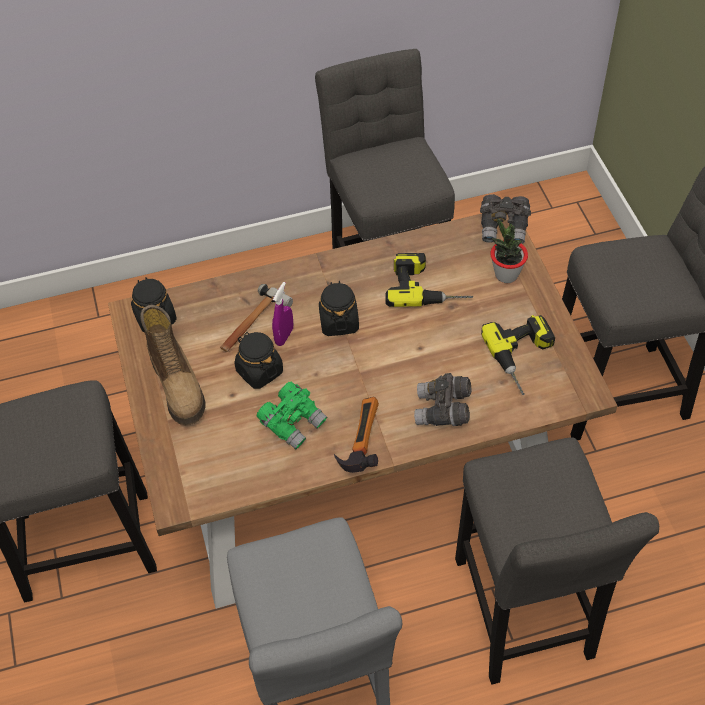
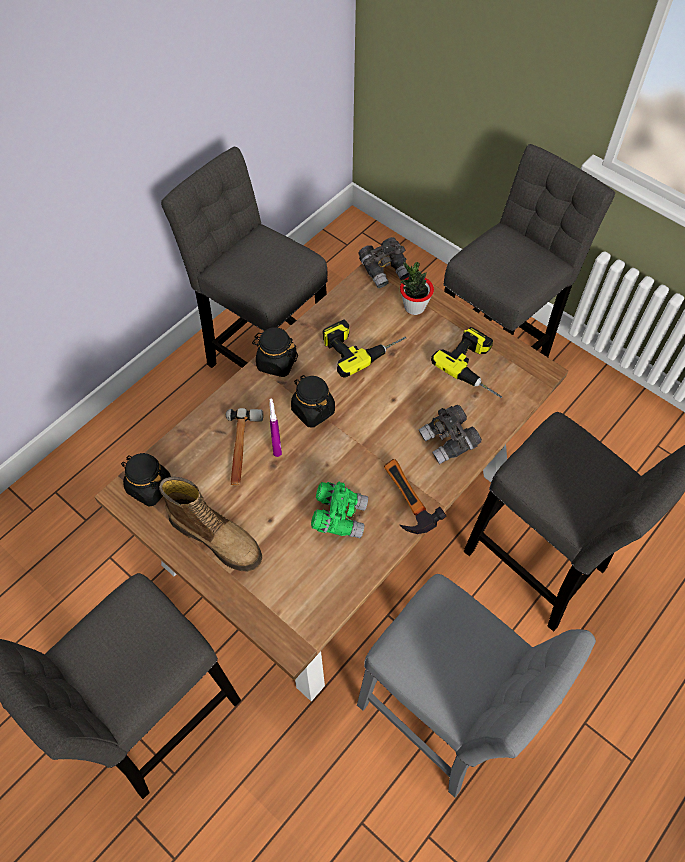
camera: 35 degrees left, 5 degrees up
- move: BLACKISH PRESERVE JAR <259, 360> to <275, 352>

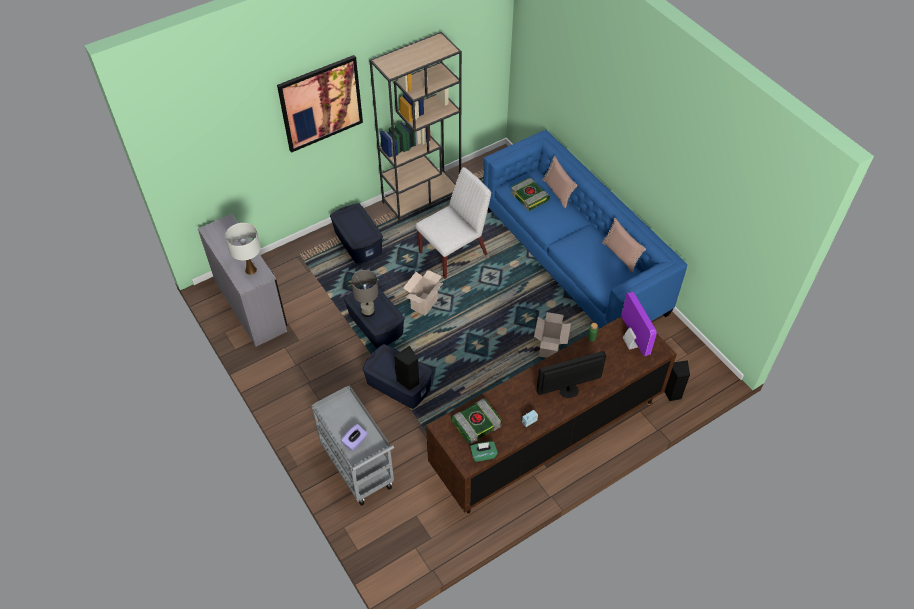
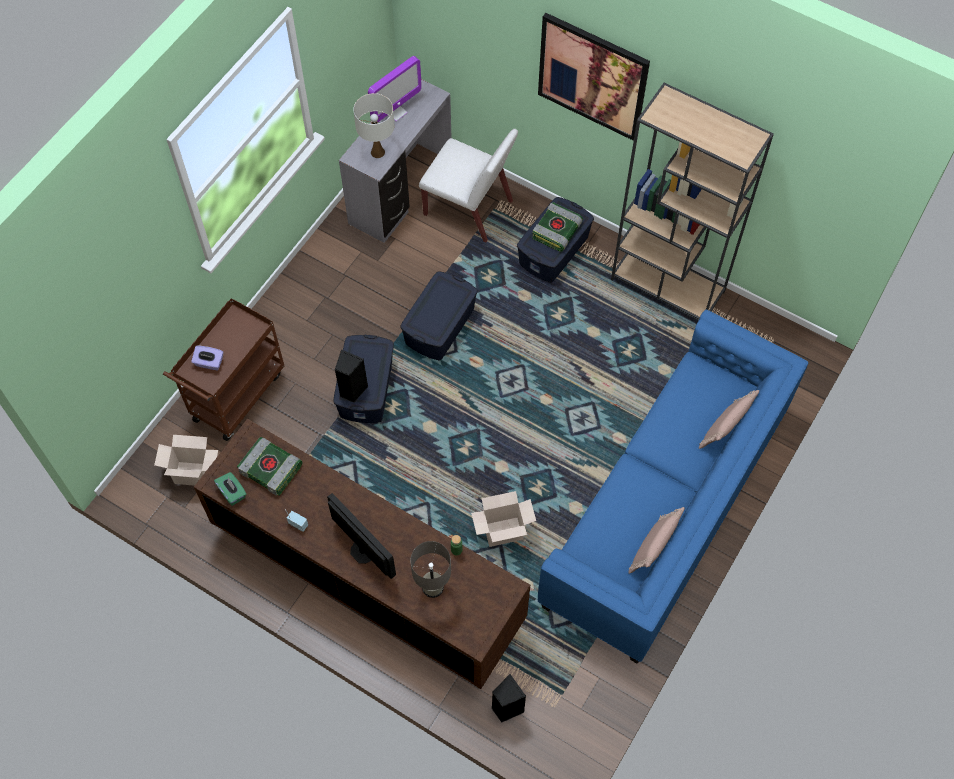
camera: 65 degrees right, 10 degrees up
- move: GREYISH TABLE LAMP <364, 293> to <431, 569>
- move: CARDBOARD BOX <423, 293> to <186, 460>
- move: WHITE-COLOURED CHAIR <453, 223> to <468, 185>
- move: BOUND BOOK <530, 194> to <557, 227>
- move: MONITOR <639, 323> to <395, 89>
- recolor: GREYISH CART <352, 446> to BROWN CART <223, 369>

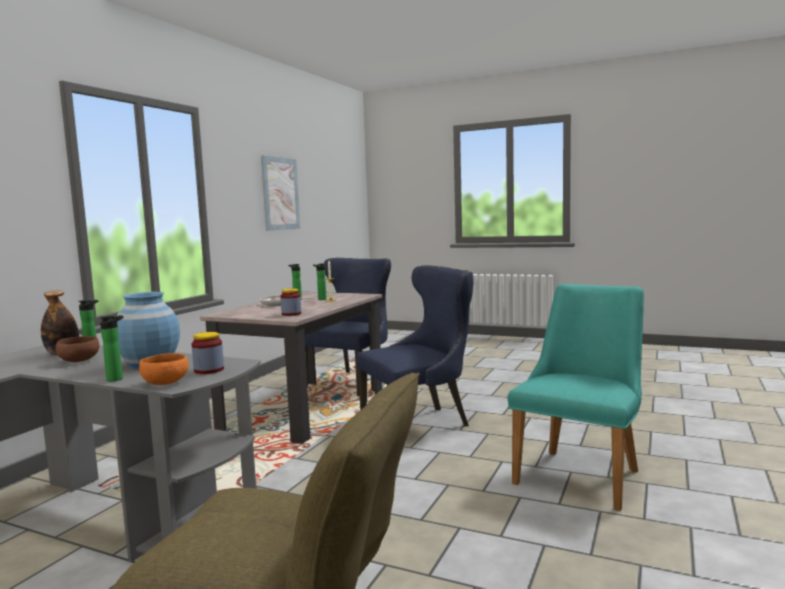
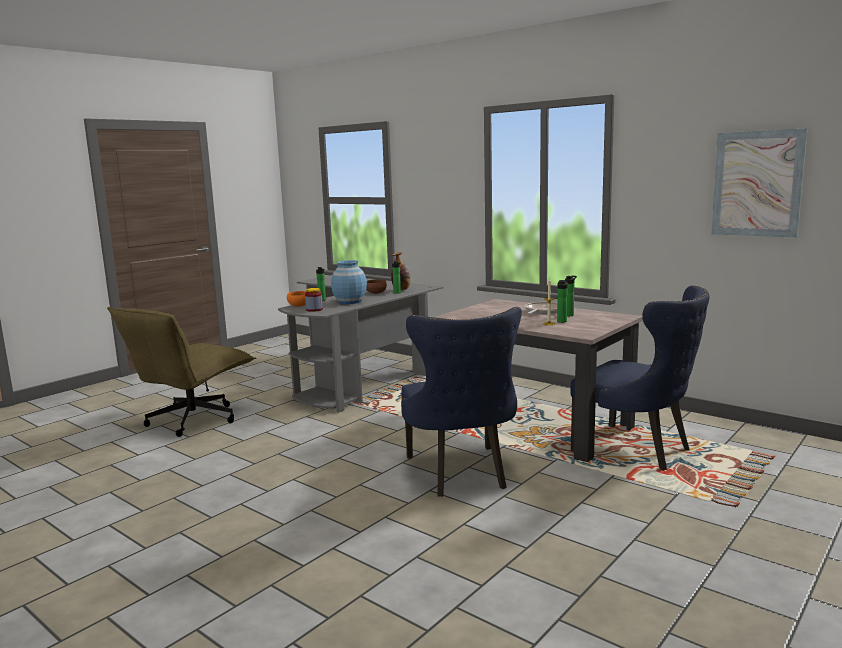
camera: 105 degrees right, 5 degrees up
- delete: PRESERVE JAR <291, 302>
- delete: BLUE-GREEN CHAIR <576, 397>

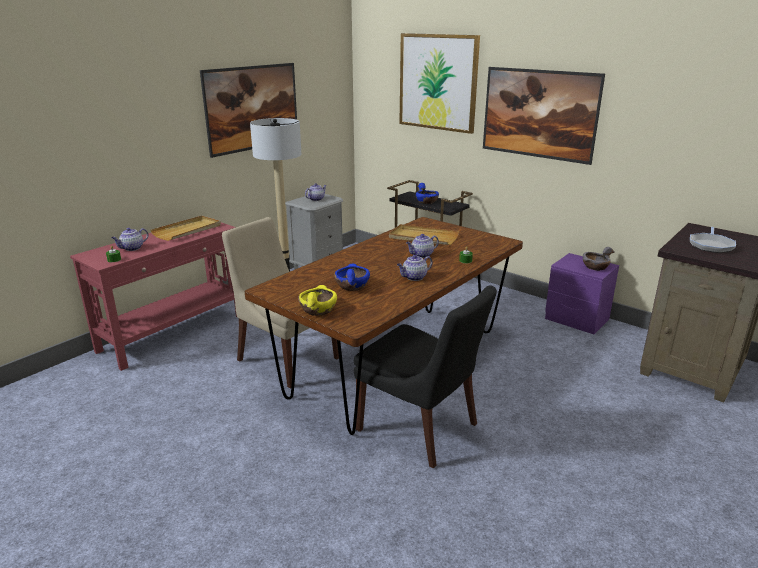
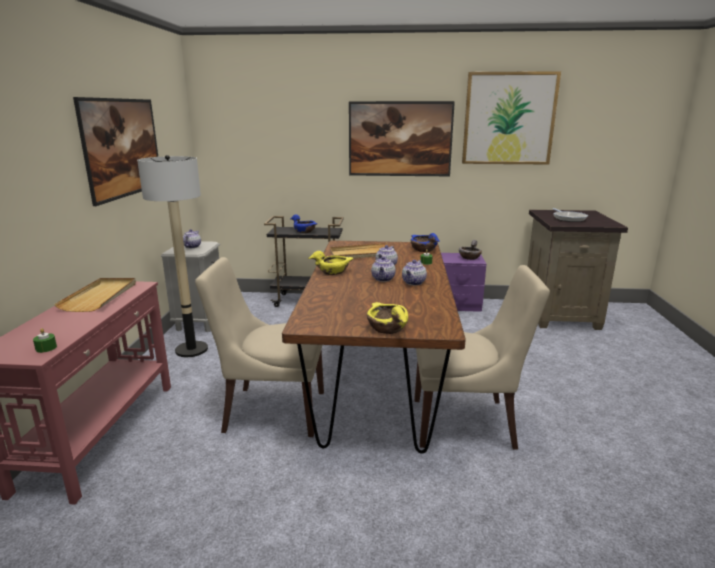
camera: 35 degrees left, 5 degrees down
- insert: YELLOW DEEP DISH <330, 263>
- move: TEAPOT <130, 239> to <383, 269>
- move: BLUE-COLOURED DEEP DISH <352, 277> to <425, 242>
- move: PICTURE <439, 83> to <511, 118>
- recolor: BLACKISH CHAIR <425, 376> to SAND-COLOURED CHAIR <482, 357>

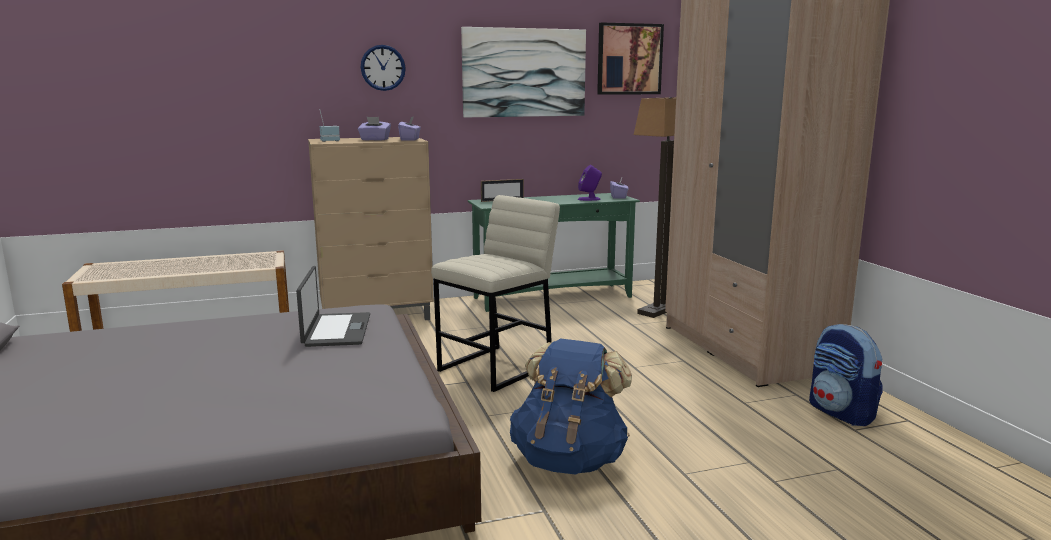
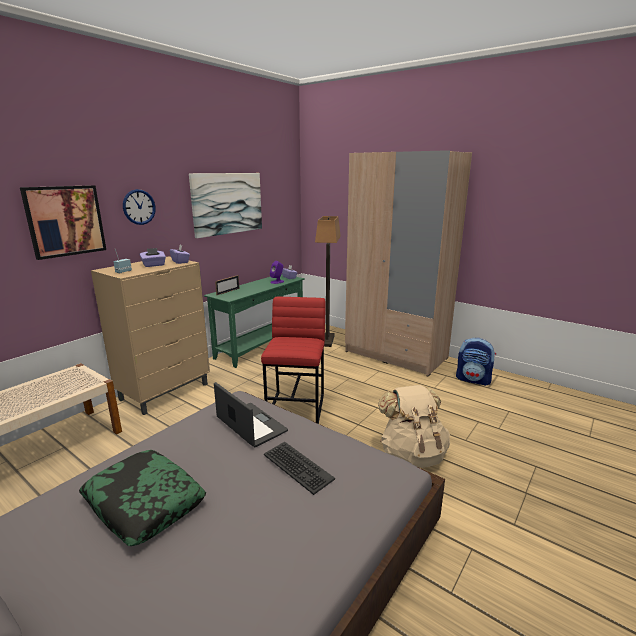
camera: 35 degrees left, 5 degrees up
- insert: PILLOW <142, 498>
- insert: COMPUTER KEYBOARD <299, 468>
- move: PICTURE <630, 58> to <63, 222>
- recolor: SAND-COLOURED CHAIR <495, 293> to REDDISH CHAIR <293, 360>
- recolor: BLUE-COLOURED RUCKSACK <571, 406> to SAND-COLOURED RUCKSACK <414, 426>

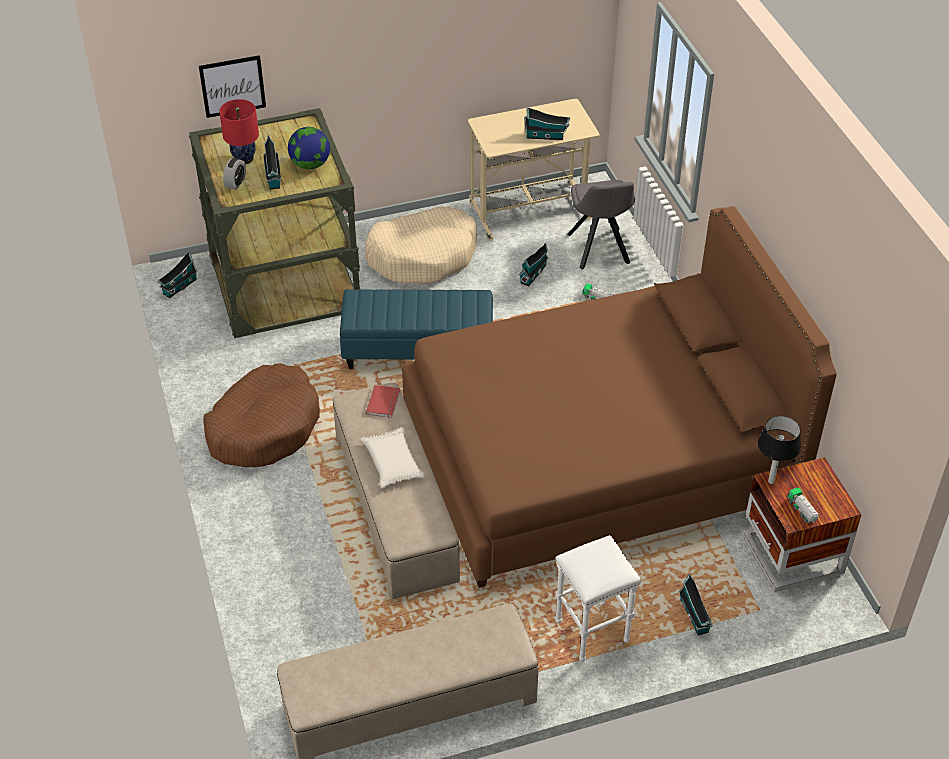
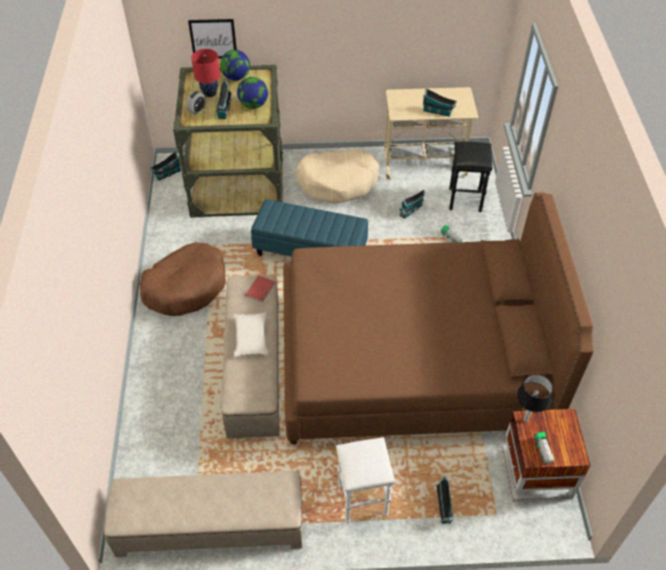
camera: 15 degrees right, 5 degrees up
- insert: GLOBE <235, 65>
- replace: GREYISH CHAIR <601, 225> to BLACKISH STOOL SEAT <470, 176>

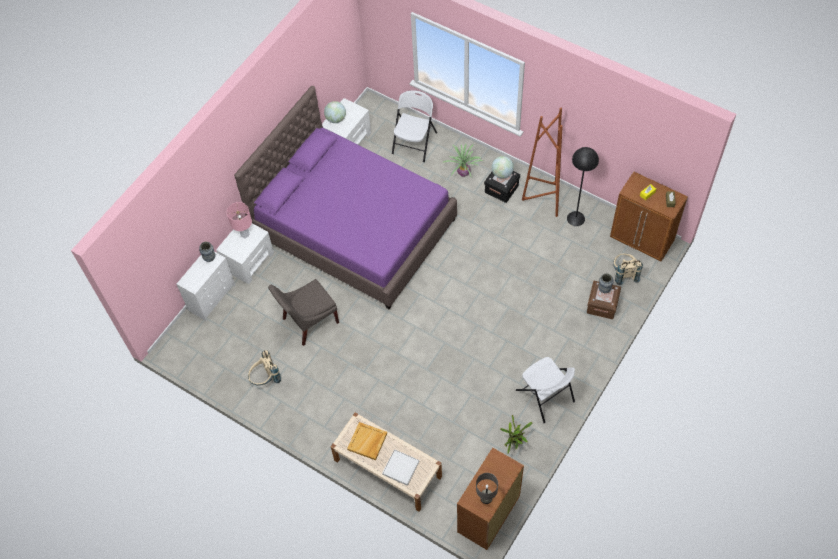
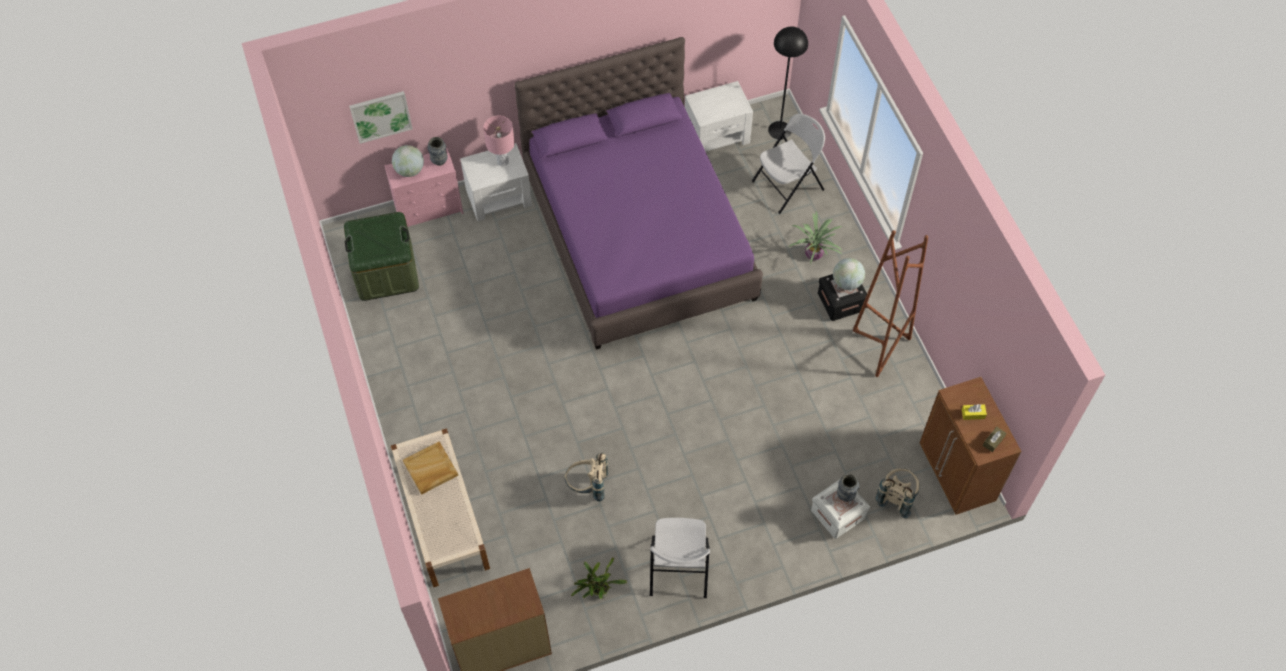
camera: 35 degrees right, 0 degrees up
- delete: GREYISH CHAIR <303, 312>
- delete: WHITE-COLOURED CARRYING TRAY <401, 467>
- delete: GREYISH TABLE LAMP <487, 488>
- insert: GREEN-COLOURED STORAGE CONTAINER <381, 256>
- insert: PICTURE <381, 117>
- move: SAND-COLOURED RUCKSACK <264, 368> to <586, 477>
- move: GLOBE <335, 112> to <408, 161>
- move: BLACKISH STANDING LAMP <583, 186> to <788, 83>
- recolor: WHITE-COLOURED DRAWER CHEST <205, 286> to PINK-COLOURED DRAWER CHEST <423, 187>
- recolor: BROWN STORAGE CONTAINER <604, 300> to WHITE-COLOURED STORAGE CONTAINER <840, 509>

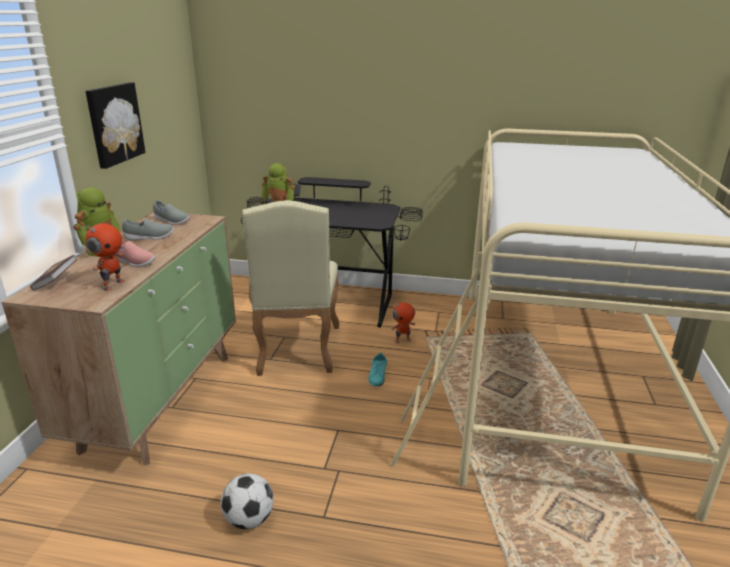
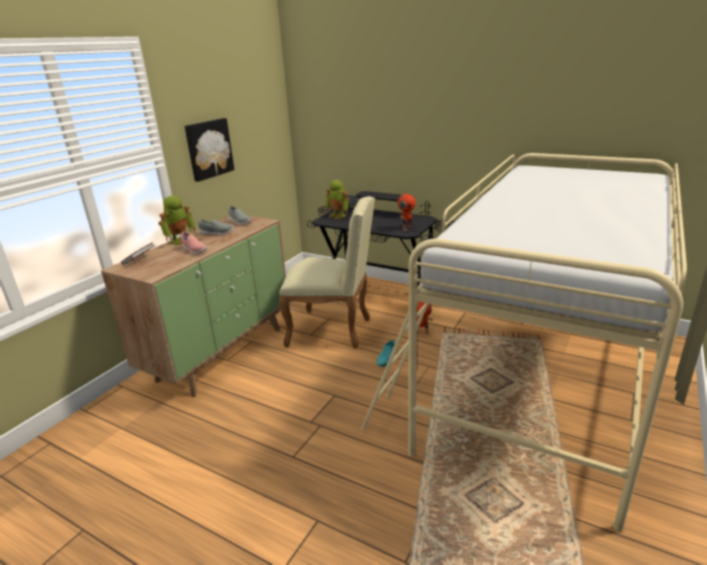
camera: 20 degrees right, 0 degrees up
- delete: BALL FOR FOOTBALL <247, 501>
- move: TOY ROBOT <104, 257> to <407, 212>
- rotate: SAND-COLOURED CHAIR <290, 288> = <327, 272> 90 degrees counterclockwise

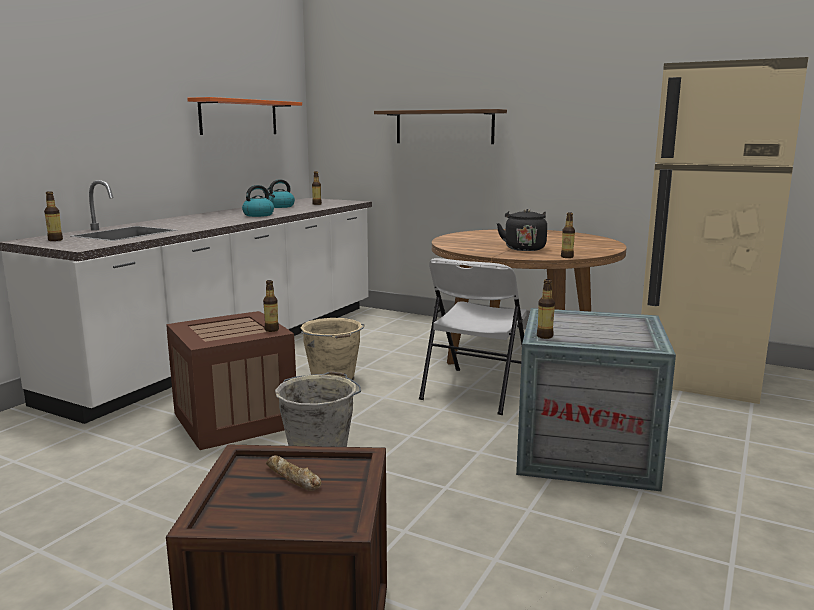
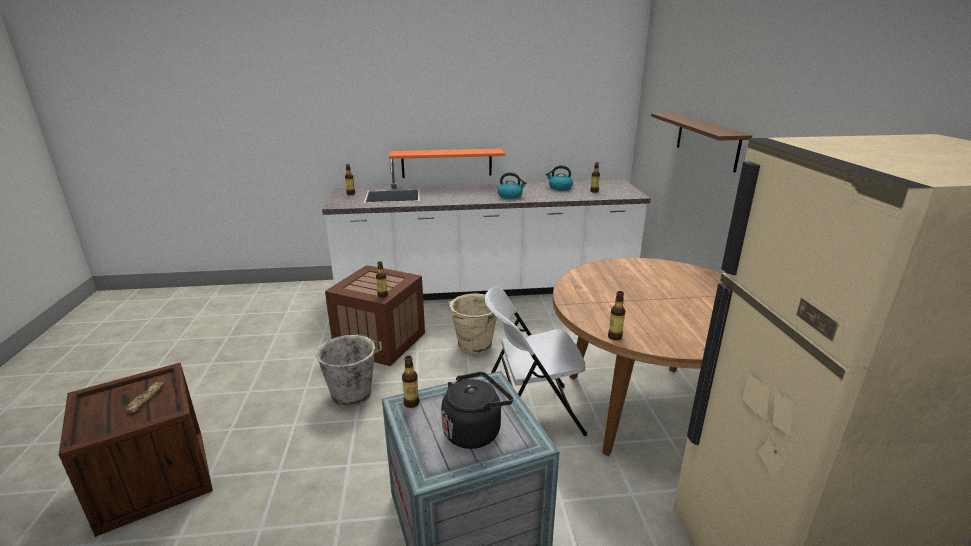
camera: 55 degrees right, 10 degrees up
- move: ORANGE-COLOURED SHELF <244, 116> to <447, 163>
- move: BLACKISH TEA KETTLE <522, 230> to <477, 410>

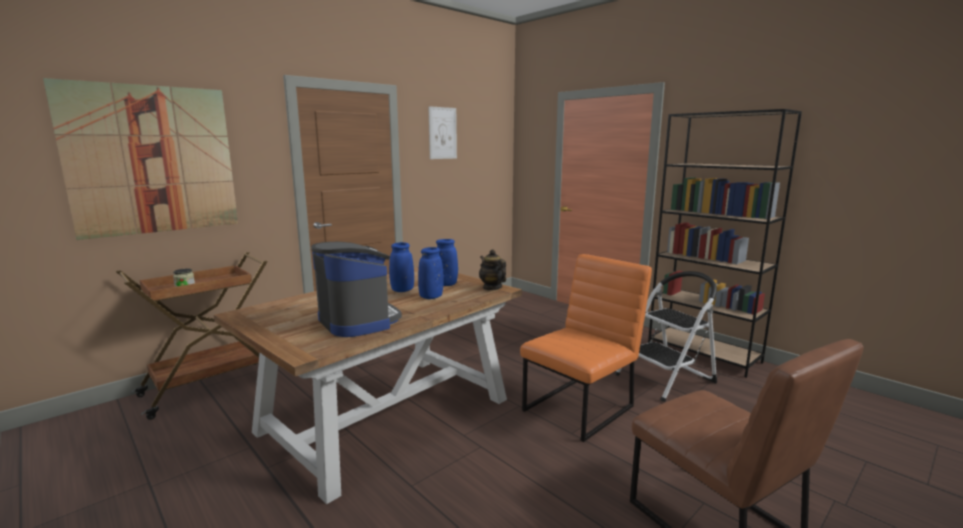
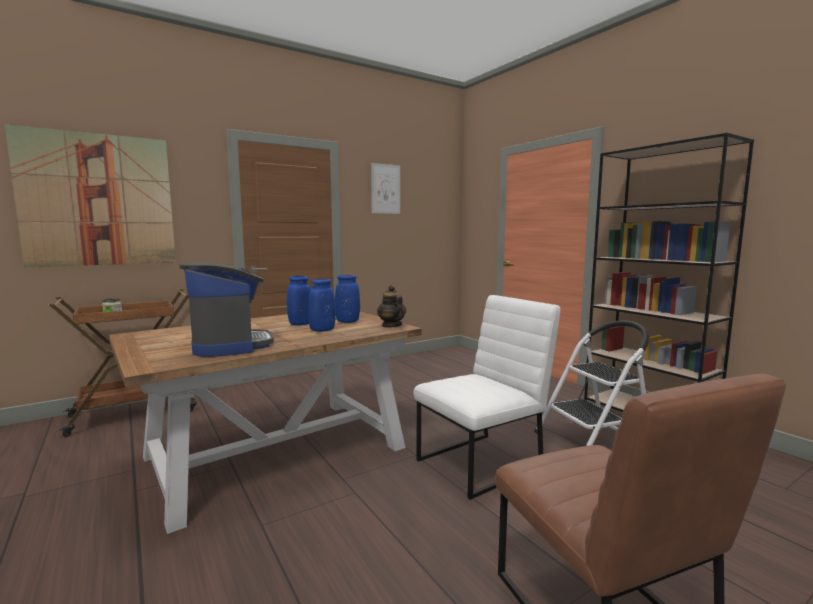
camera: 10 degrees right, 5 degrees down
- recolor: ORANGE-COLOURED CHAIR <586, 348> to WHITE-COLOURED CHAIR <487, 397>

